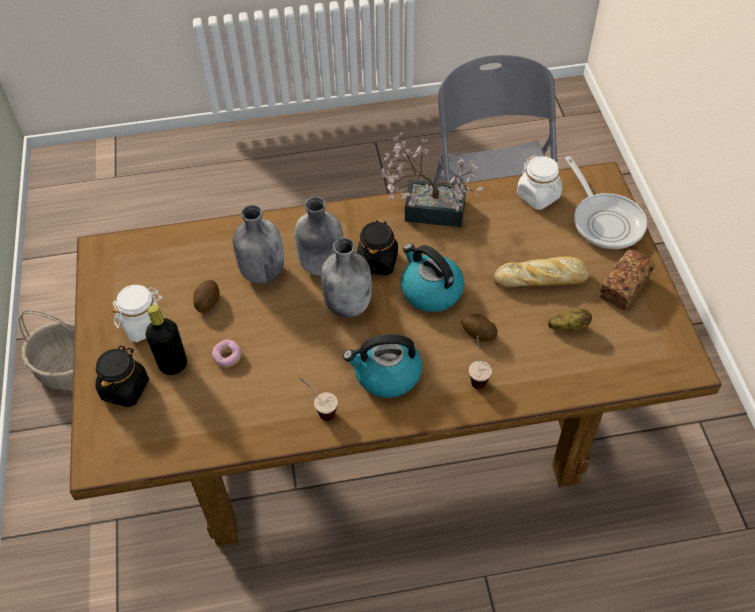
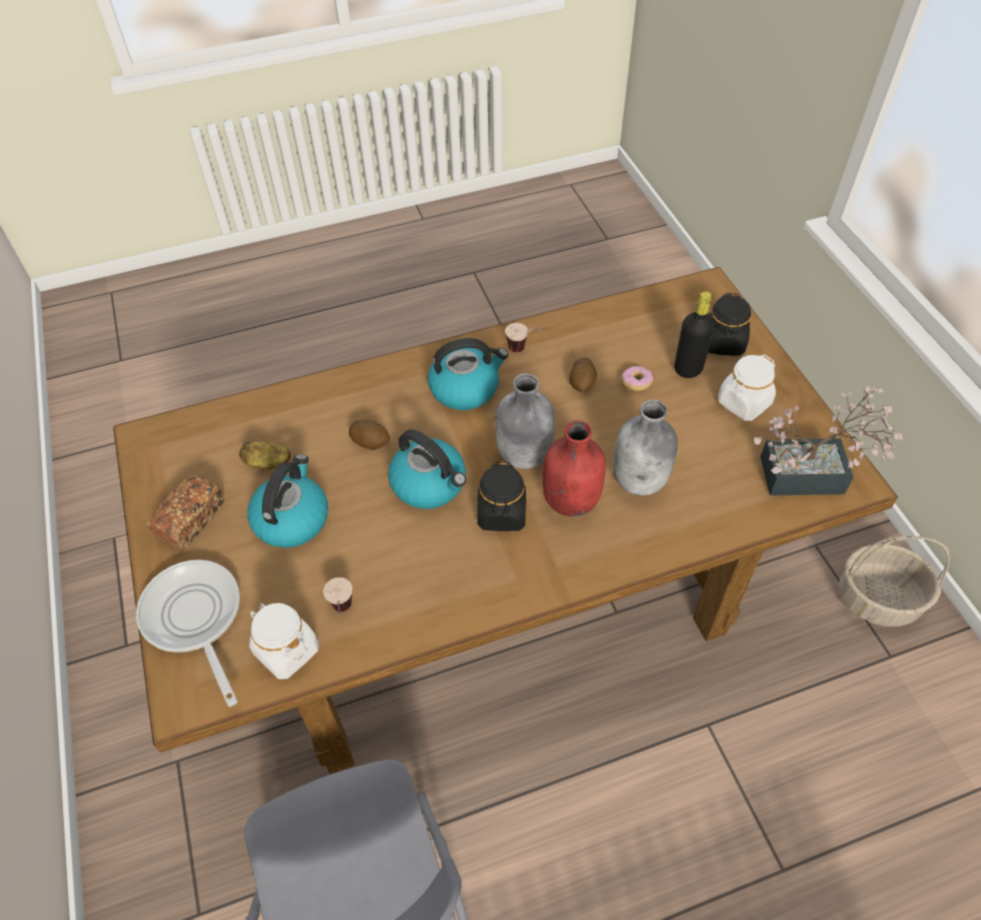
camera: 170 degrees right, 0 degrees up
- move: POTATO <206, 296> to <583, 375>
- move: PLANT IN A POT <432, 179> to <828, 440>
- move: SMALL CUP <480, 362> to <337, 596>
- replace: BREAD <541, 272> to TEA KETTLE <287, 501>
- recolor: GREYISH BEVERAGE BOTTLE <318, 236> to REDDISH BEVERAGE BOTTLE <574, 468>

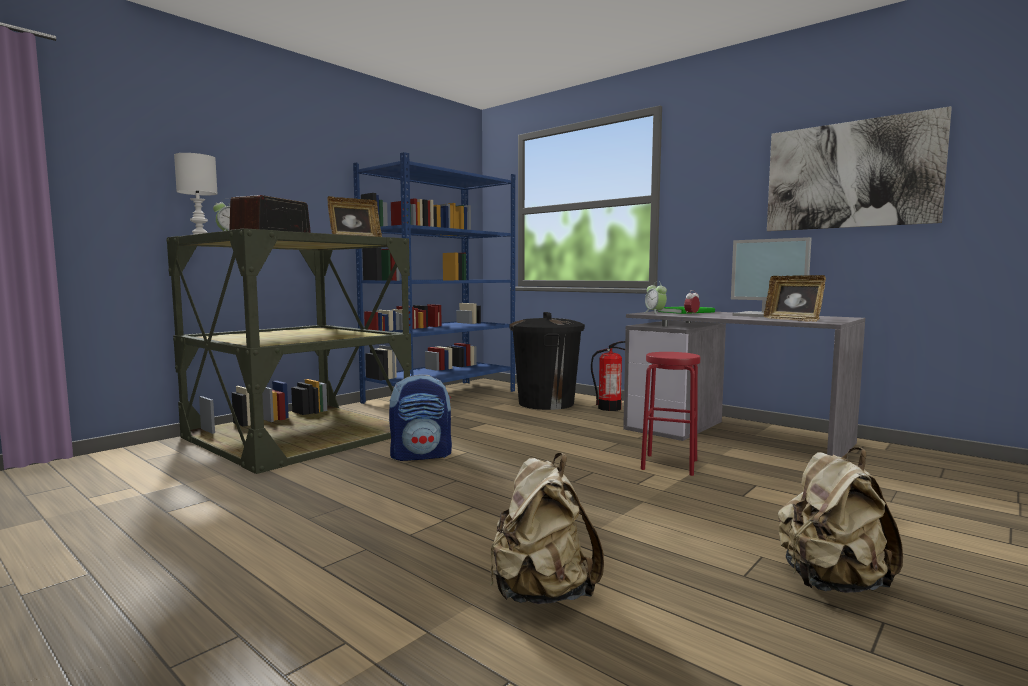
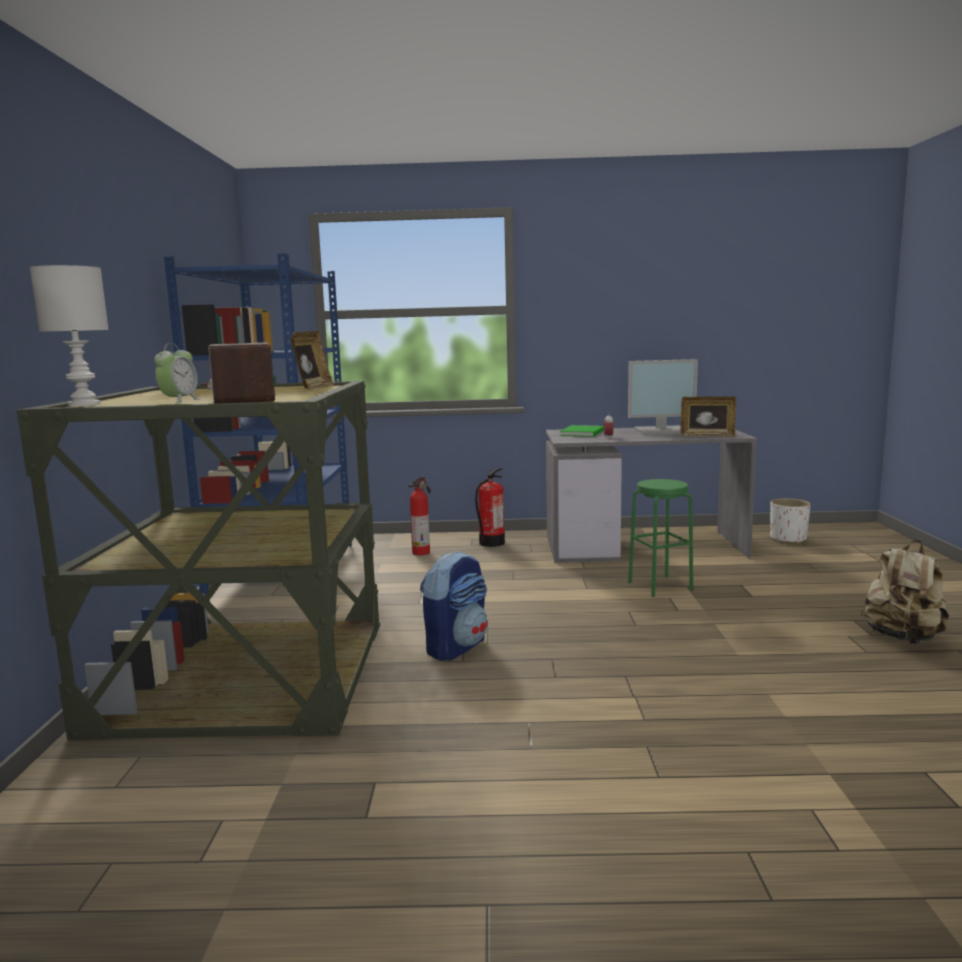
camera: 40 degrees left, 5 degrees up
- delete: SAND-COLOURED RUCKSACK <547, 528>
- delete: ALARM CLOCK <656, 297>
- delete: PICTURE <859, 168>
- insert: WHITE-COLOURED FLOWER POT <790, 520>
- replace: BLACKISH WASTE BIN <547, 361> to FIRE-FIGHTING CYLINDER <419, 516>
- recolor: REDDISH STOOL SEAT <670, 414> to GREEN-COLOURED STOOL SEAT <660, 538>

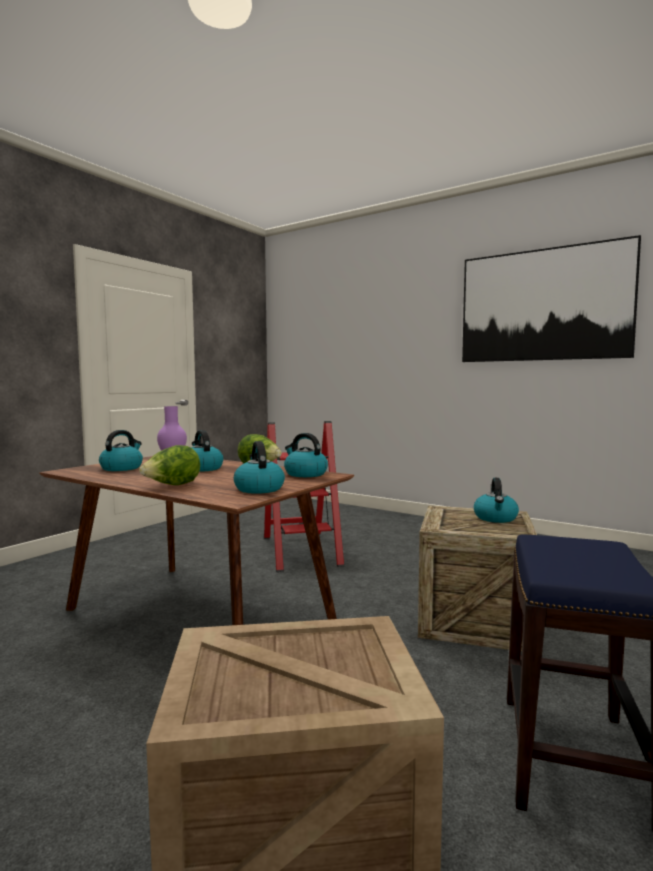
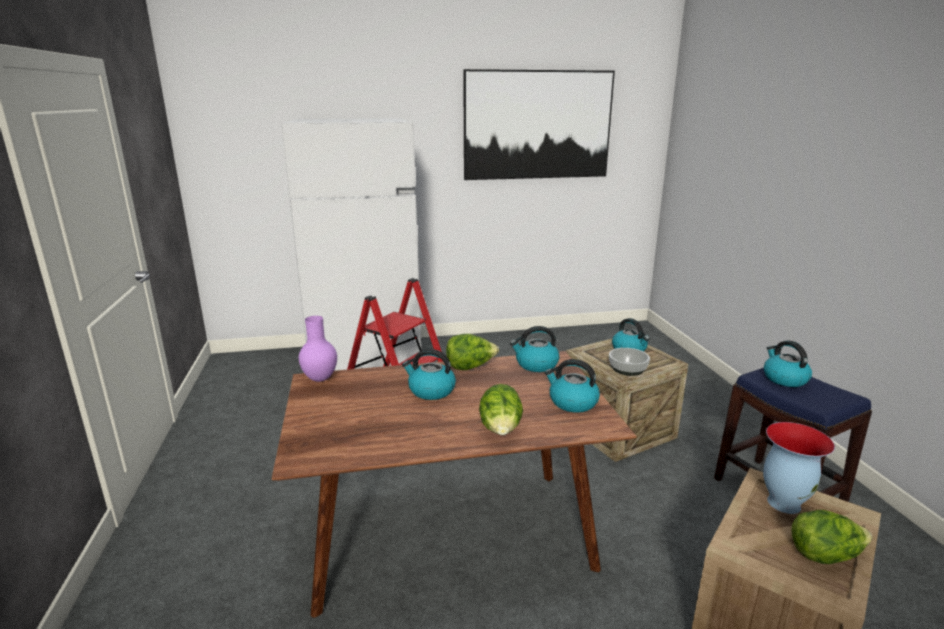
camera: 45 degrees left, 15 degrees up
- insert: WHITE-COLOURED FRIDGE <351, 244>
- insert: DEEP DISH <629, 362>
- insert: DECORATIVE VASE <799, 468>
- insert: HEAD OF LETTUCE <832, 537>
- move: TEA KETTLE <121, 450> to <788, 364>

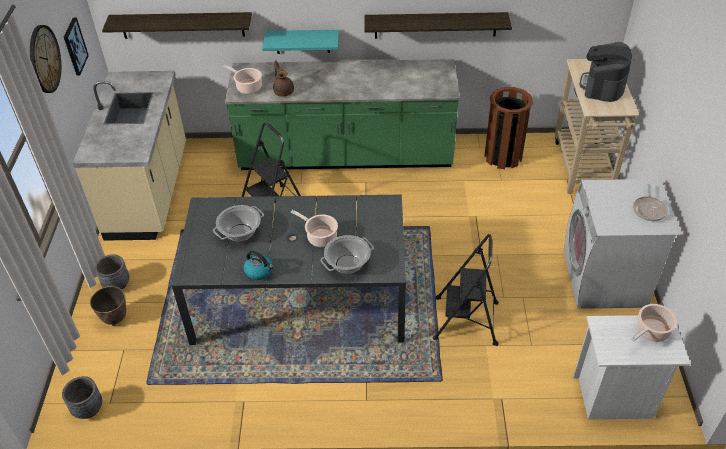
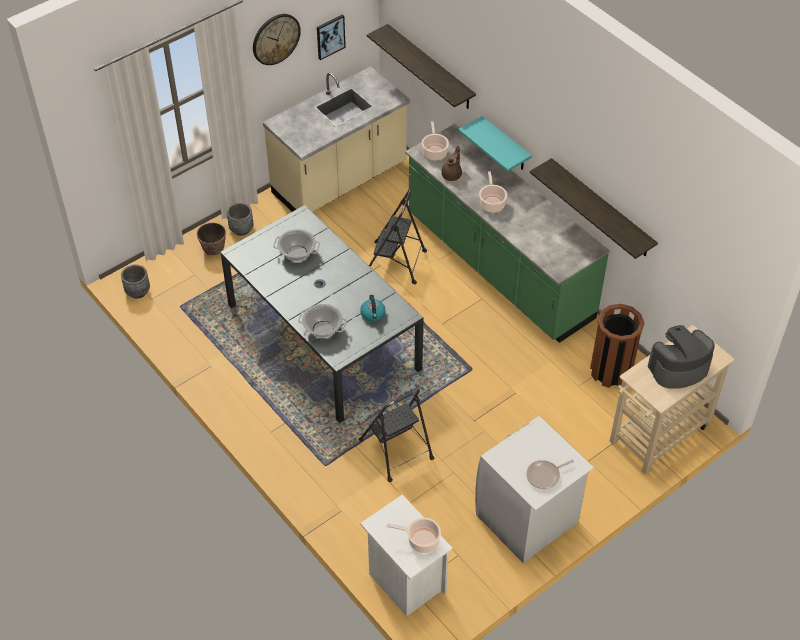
camera: 50 degrees right, 5 degrees up
- move: TEA KETTLE <259, 265> to <372, 308>
- move: COOKING POT <314, 228> to <493, 192>

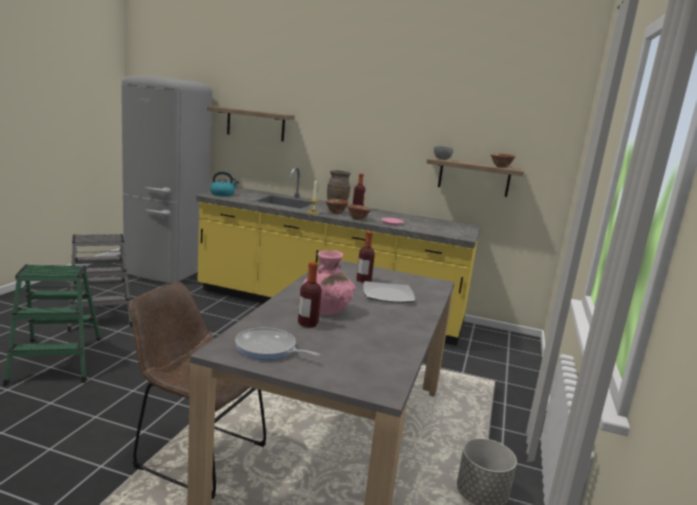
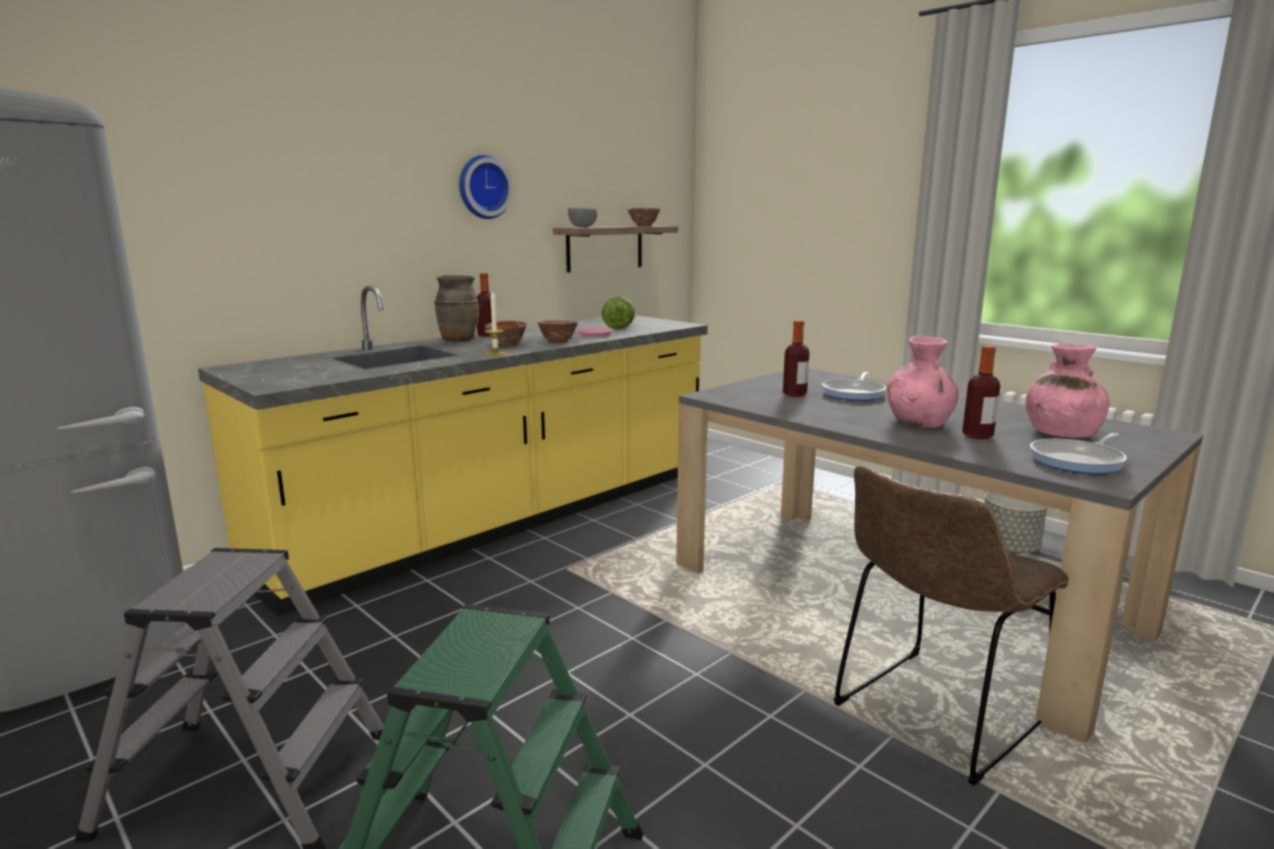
camera: 60 degrees left, 0 degrees up
- delete: SHELF <251, 124>
- delete: TEA KETTLE <224, 183>
- insert: WALL CLOCK <486, 187>
- insert: HEAD OF LETTUCE <618, 313>
- insert: PINK-COLOURED DECORATIVE VASE <1068, 390>
- replace: PLATE <389, 292> to SKILLET <854, 386>

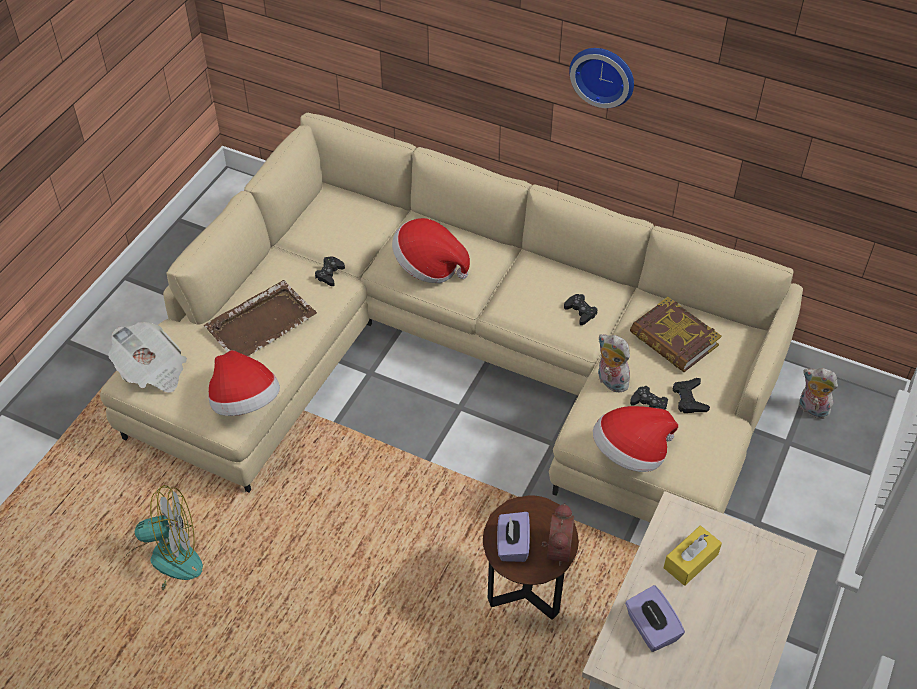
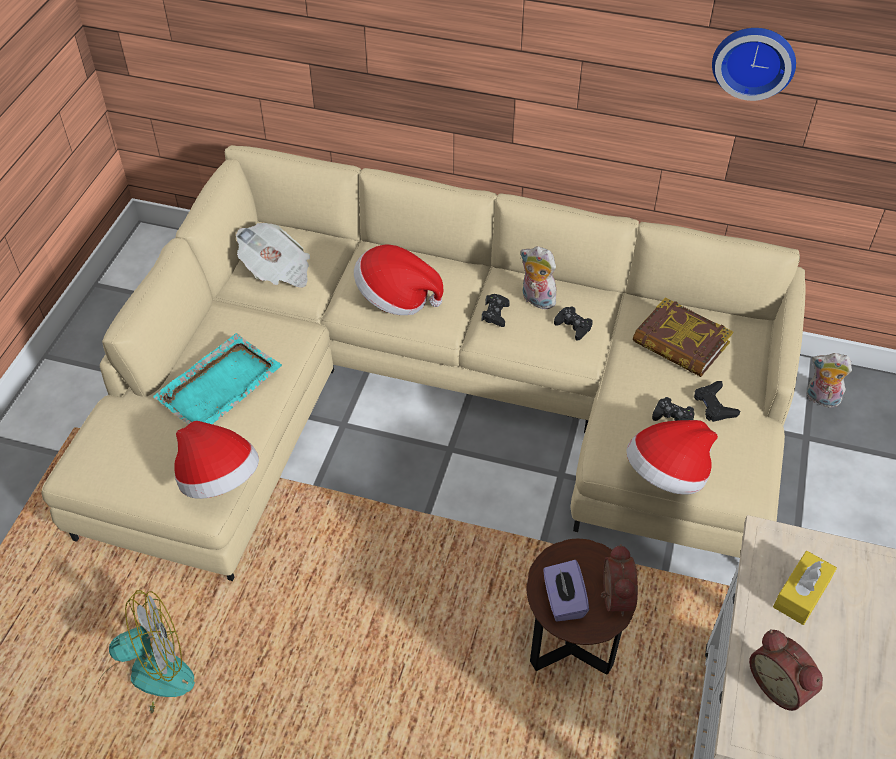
camera: 10 degrees left, 0 degrees up
- move: DAILY PAPER <147, 357> to <273, 255>
- move: BLACKISH GAME CONTROLLER <330, 271> to <496, 310>
- move: WALL CLOCK <601, 78> to <754, 64>
- move: SOFT TOY <614, 363> to <539, 278>
- replace: PURPLISH BOX OF TISSUES <655, 618> to ALARM CLOCK <786, 670>
- recolor: BROWN CARRYING TRAY <260, 318> to BLUE-GREEN CARRYING TRAY <217, 379>

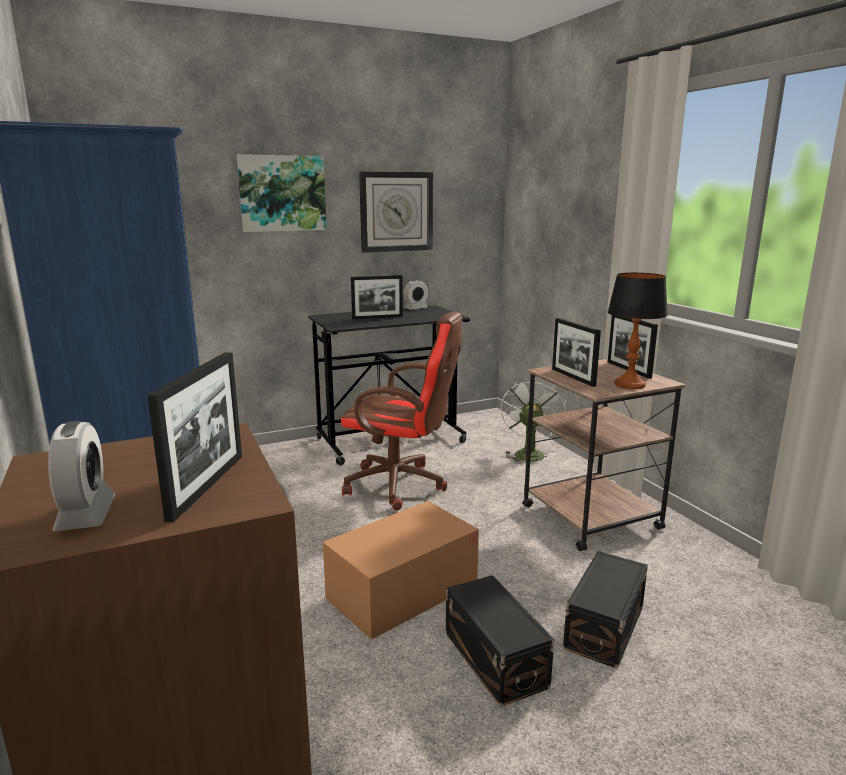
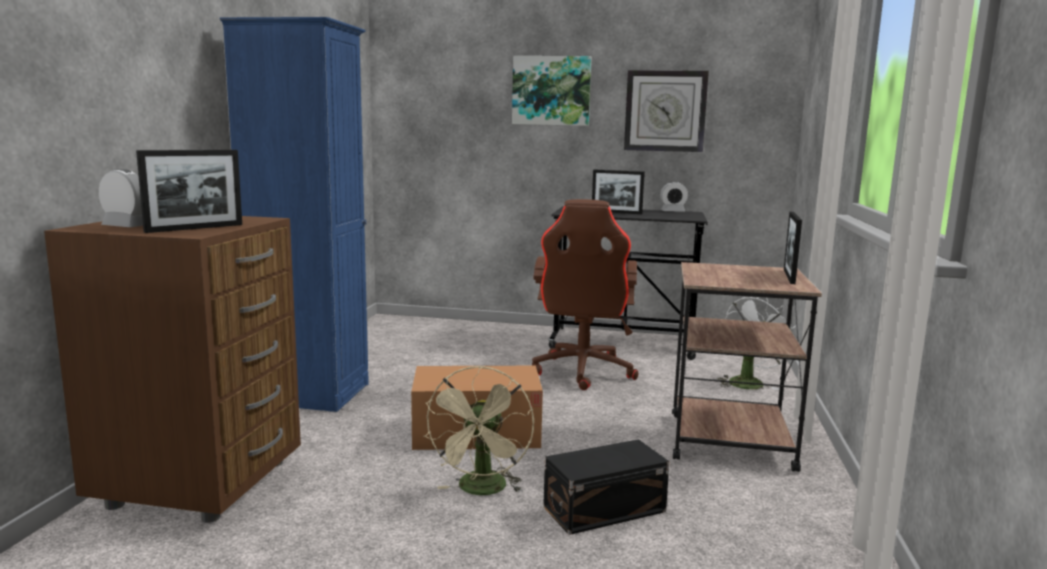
camera: 35 degrees right, 5 degrees down
- delete: PHOTO FRAME <576, 352>
- delete: TABLE LAMP <638, 330>
- replace: BLACKISH STORAGE CONTAINER <500, 641> to SAND-COLOURED FAN <478, 430>
- rotate: ALARM CLOCK <81, 476> = <121, 198> 90 degrees counterclockwise
- rotate: BROWN COMPUTER CHAIR <401, 411> = <585, 294> 45 degrees clockwise

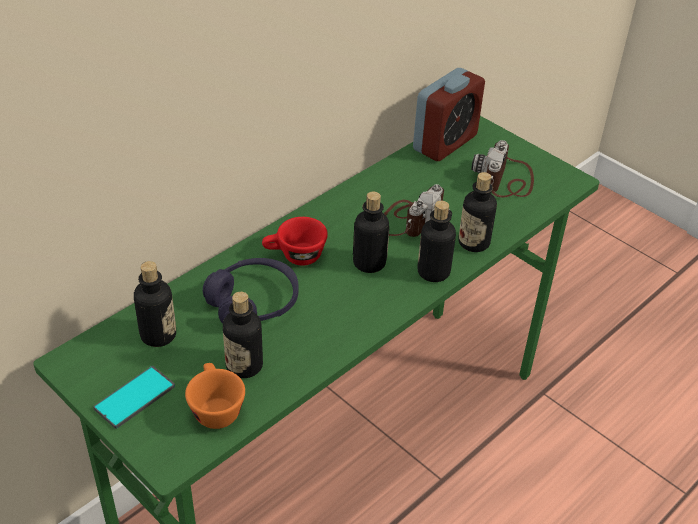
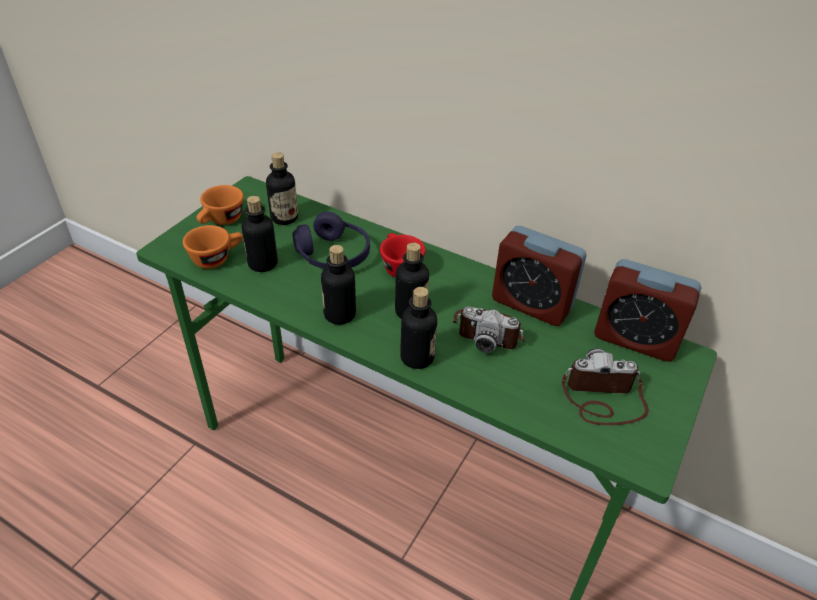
camera: 75 degrees right, 0 degrees up
- insert: ALARM CLOCK <539, 276>
- move: BEVERAGE BOTTLE <477, 212> to <338, 285>
- replace: TELEPHONE <134, 397> to ORANGE-COLOURED SMALL CUP <220, 205>

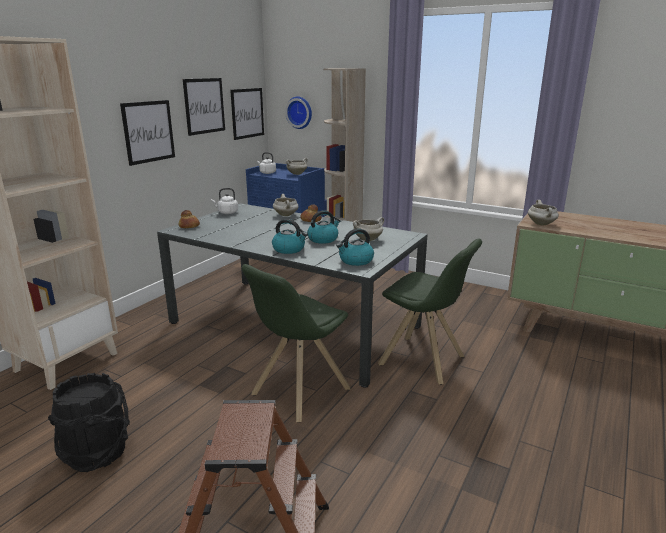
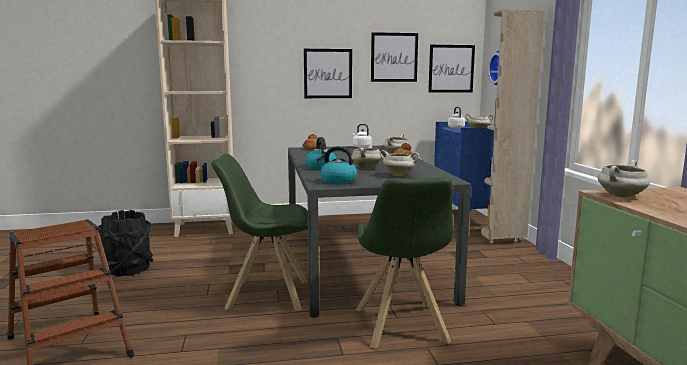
camera: 50 degrees right, 10 degrees down
- replace: TEA KETTLE <324, 227> to WHITE-COLOURED COOKING POT <367, 156>

